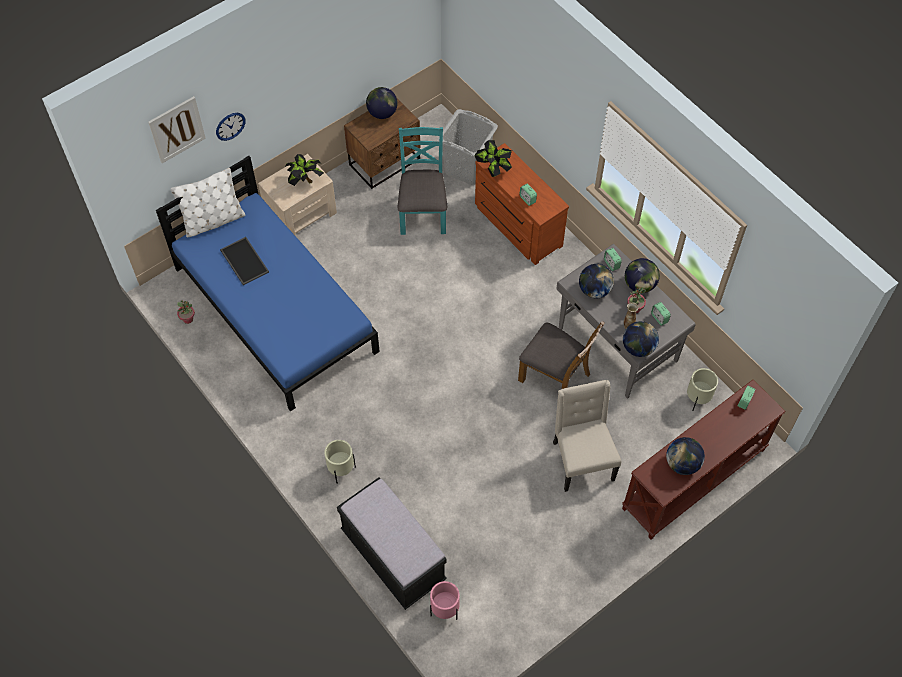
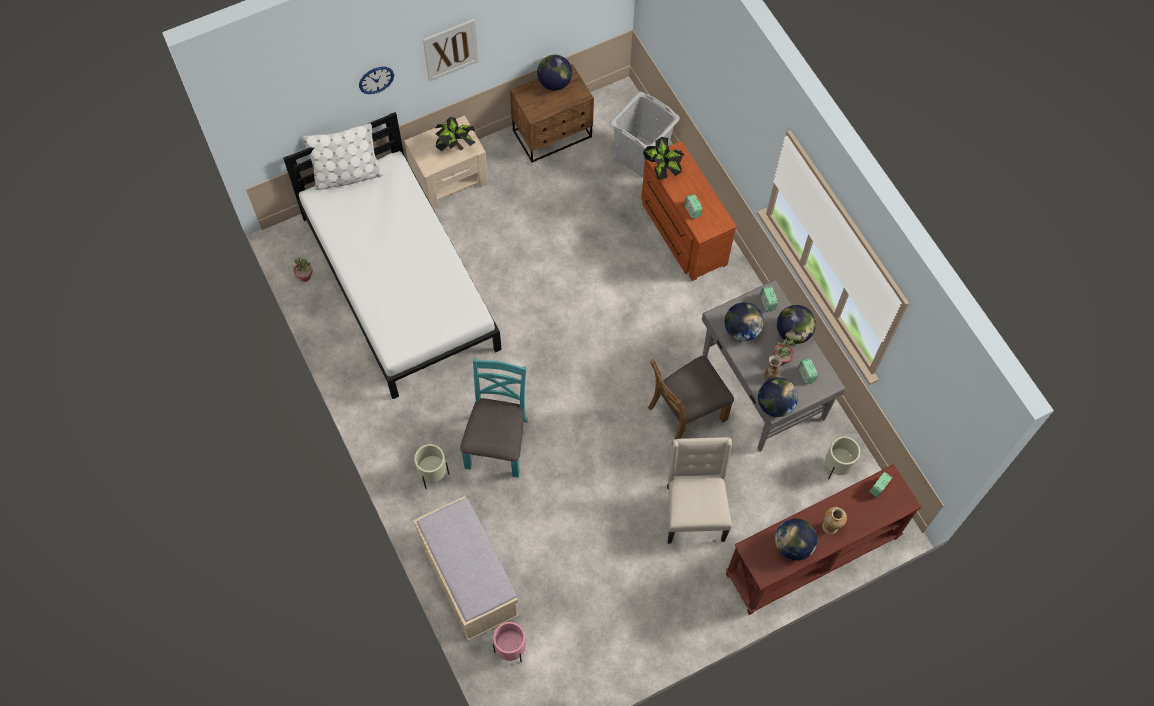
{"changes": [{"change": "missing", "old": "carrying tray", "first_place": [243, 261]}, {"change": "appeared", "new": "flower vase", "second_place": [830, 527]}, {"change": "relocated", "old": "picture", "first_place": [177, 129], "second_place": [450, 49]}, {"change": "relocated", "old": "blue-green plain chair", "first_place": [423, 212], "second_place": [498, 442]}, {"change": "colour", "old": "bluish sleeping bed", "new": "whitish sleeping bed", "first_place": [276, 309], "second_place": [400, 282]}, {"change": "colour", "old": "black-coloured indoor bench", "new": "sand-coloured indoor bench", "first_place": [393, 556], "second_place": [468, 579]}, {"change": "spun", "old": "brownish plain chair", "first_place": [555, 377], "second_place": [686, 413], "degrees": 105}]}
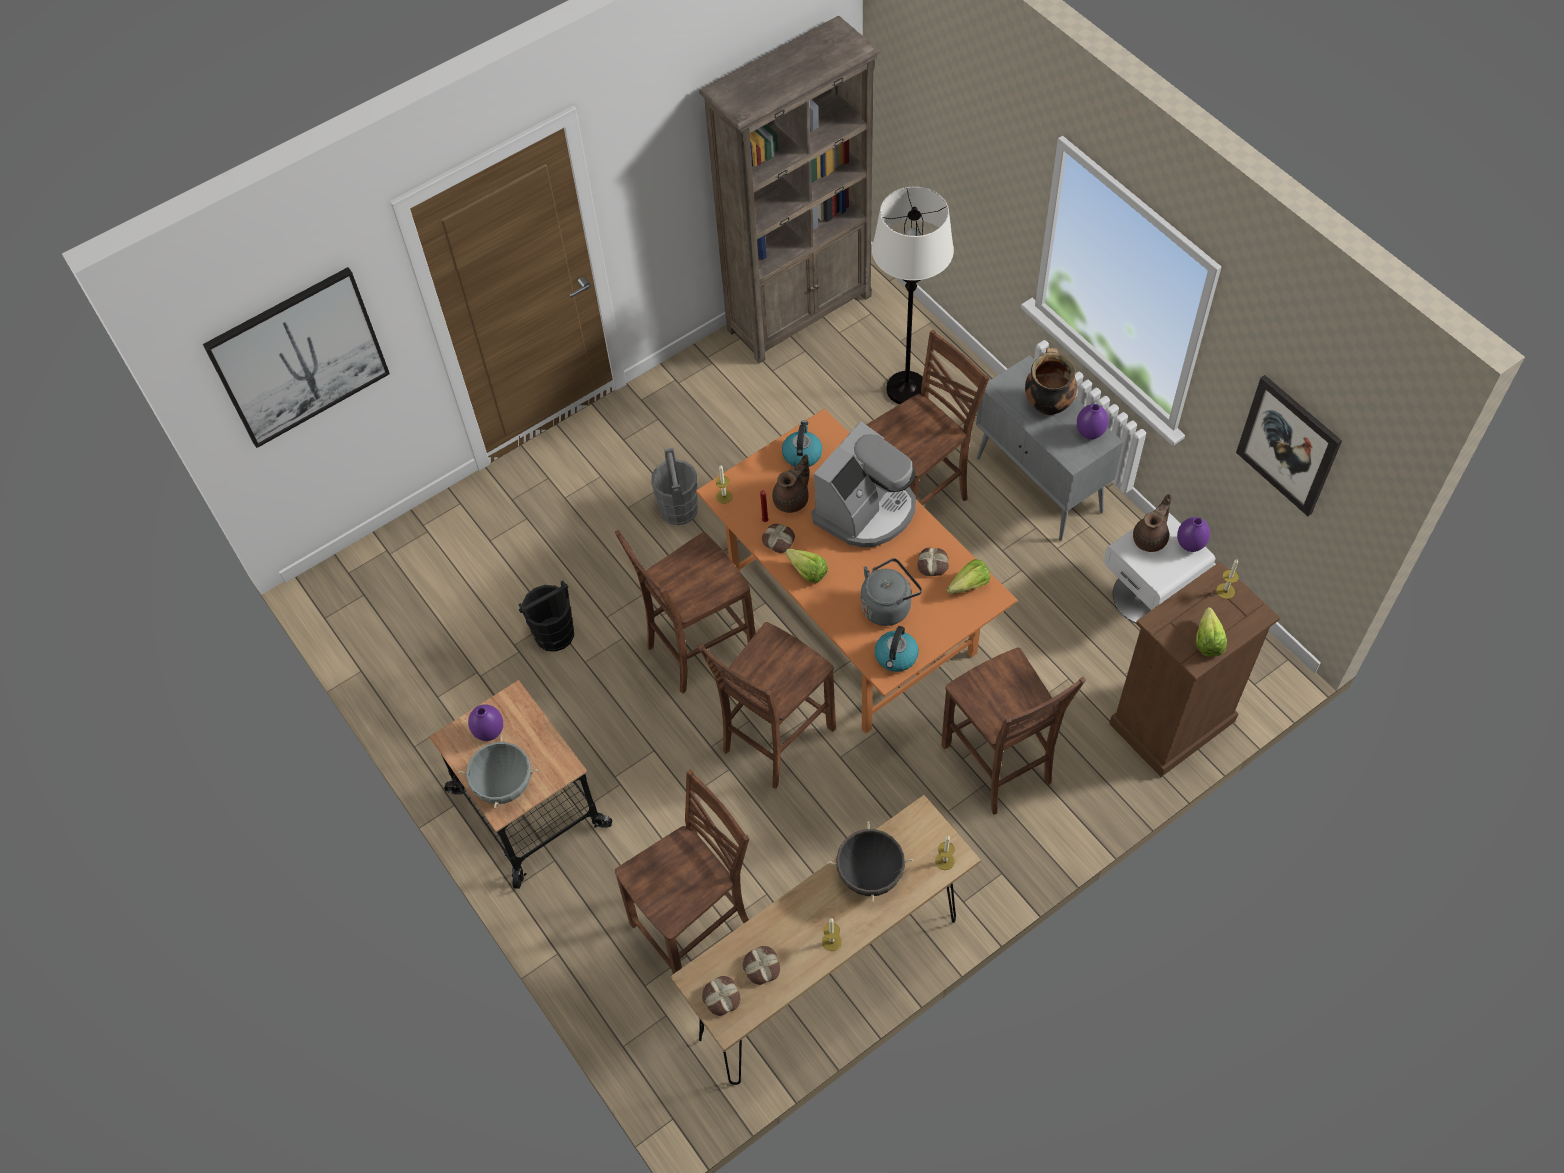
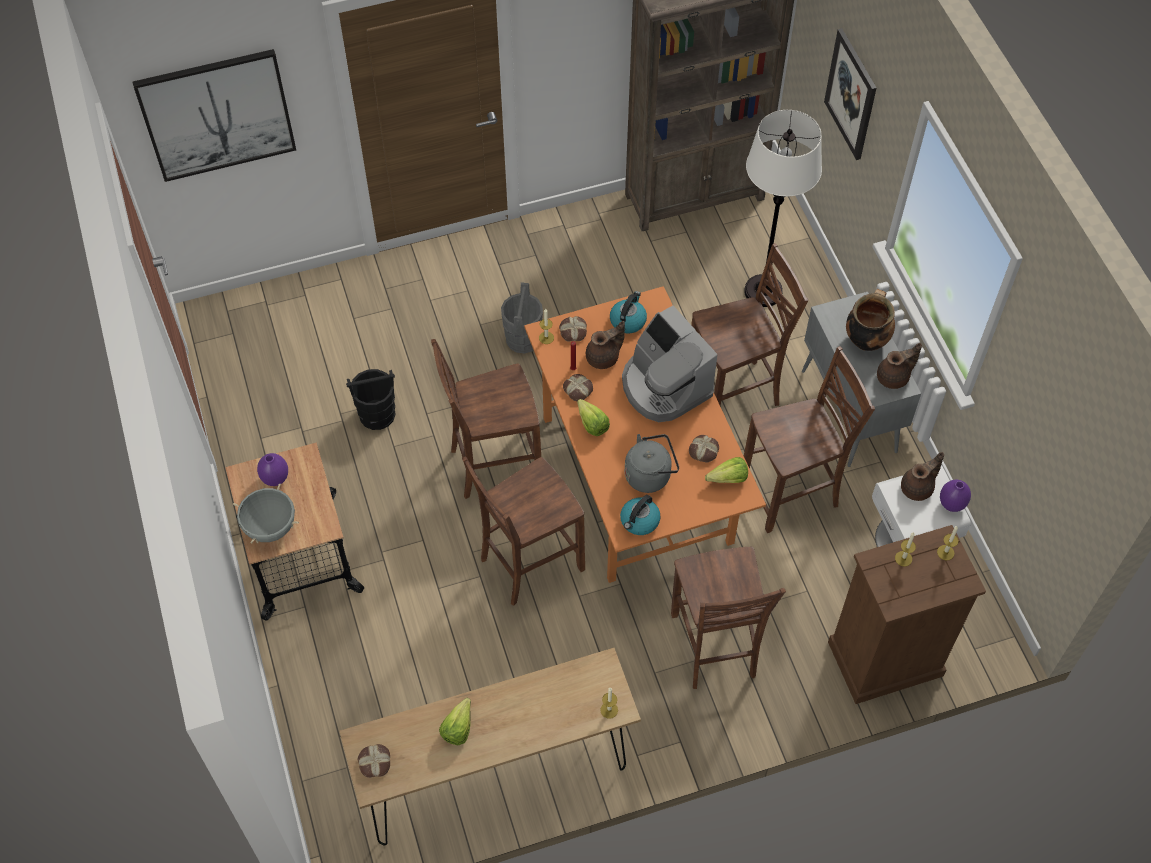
{"changes": [{"change": "missing", "old": "black-coloured saucepot", "first_place": [870, 875]}, {"change": "relocated", "old": "brownish plain chair", "first_place": [695, 926], "second_place": [792, 493]}, {"change": "relocated", "old": "bread", "first_place": [761, 967], "second_place": [572, 331]}, {"change": "relocated", "old": "wax candle", "first_place": [831, 941], "second_place": [903, 558]}, {"change": "relocated", "old": "head of lettuce", "first_place": [1208, 638], "second_place": [460, 725]}, {"change": "relocated", "old": "picture", "first_place": [1288, 445], "second_place": [851, 94]}, {"change": "exchanged", "old": "purple-coloured flower vase", "new": "brownish pot for tea", "first_place": [1090, 433], "second_place": [894, 377]}, {"change": "spun", "old": "coffee machine", "first_place": [866, 510], "second_place": [664, 386], "degrees": 90}]}
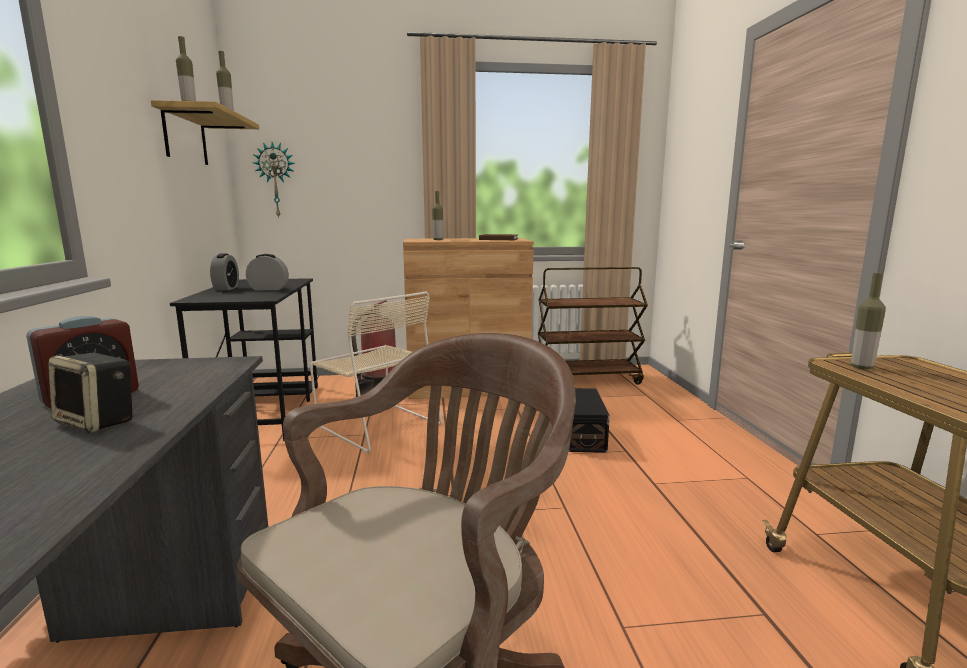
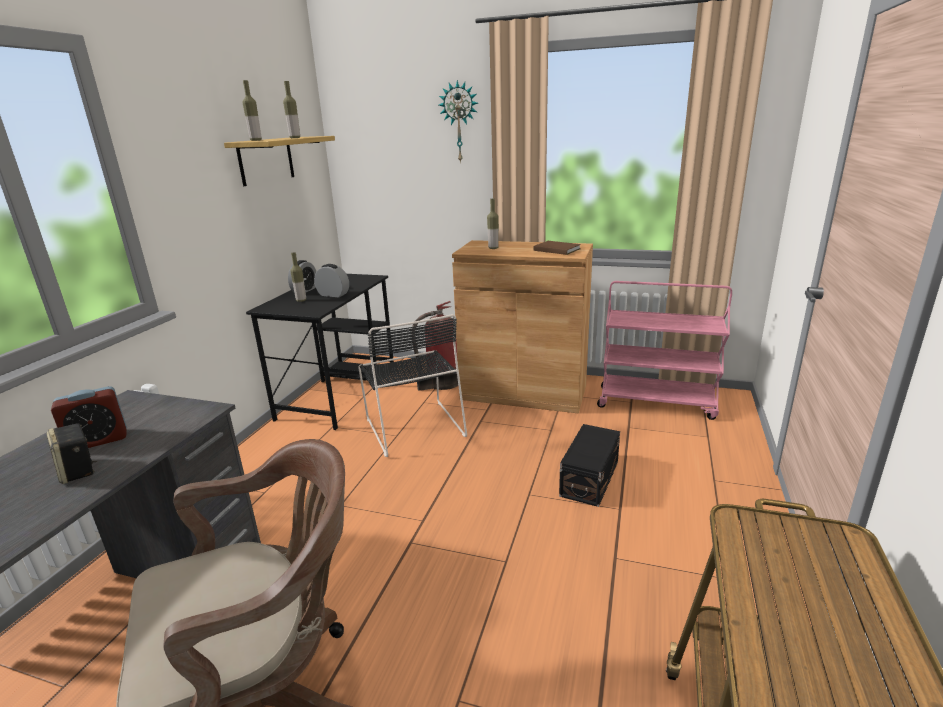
{"changes": [{"change": "relocated", "old": "wall clock", "first_place": [276, 180], "second_place": [459, 122]}, {"change": "relocated", "old": "bottle", "first_place": [861, 367], "second_place": [301, 300]}, {"change": "colour", "old": "sand-coloured plain chair", "new": "black-coloured plain chair", "first_place": [376, 424], "second_place": [414, 425]}, {"change": "colour", "old": "brownish wheeled cart", "new": "pinkish wheeled cart", "first_place": [587, 379], "second_place": [657, 402]}]}
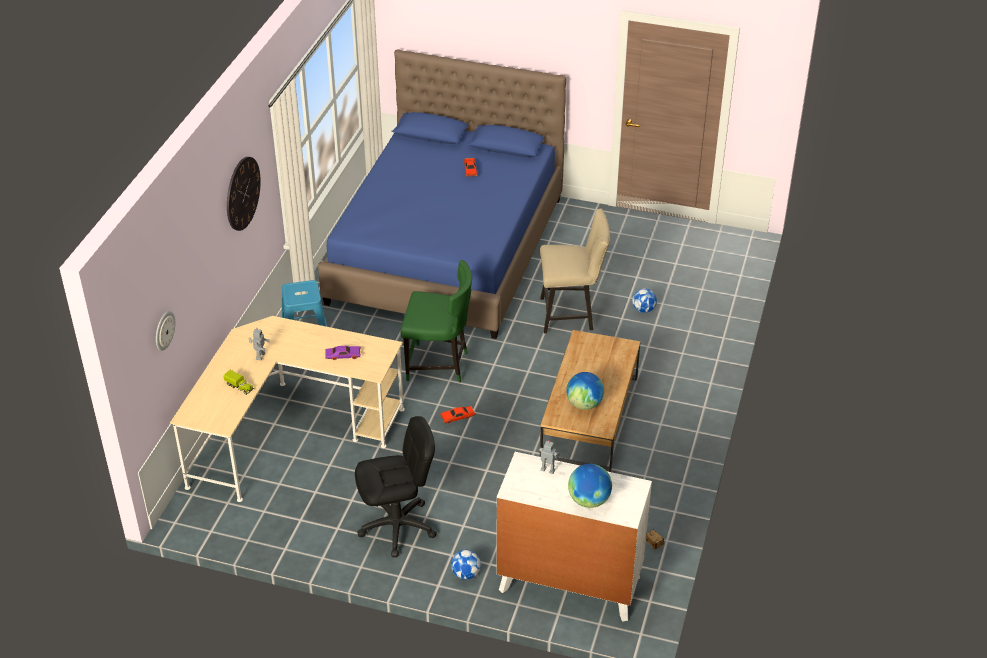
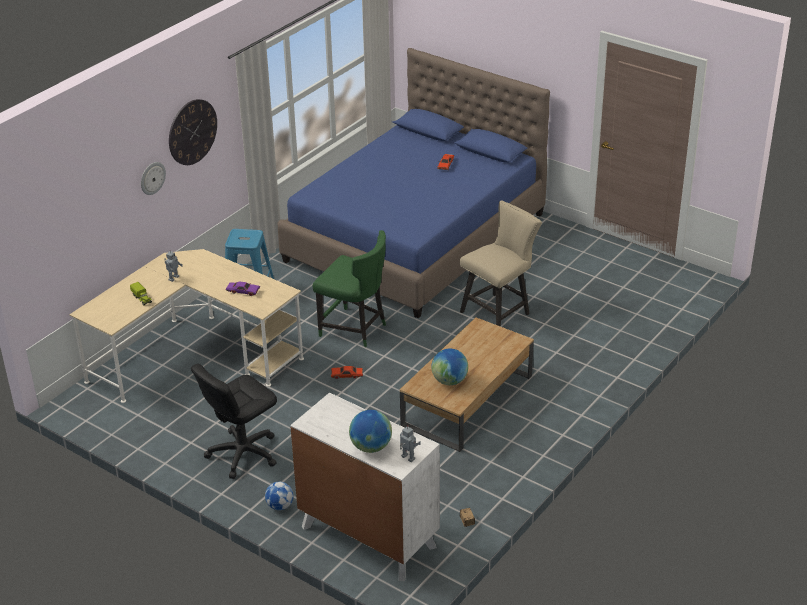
{"changes": [{"change": "missing", "old": "football", "first_place": [643, 310]}, {"change": "relocated", "old": "wall clock", "first_place": [164, 330], "second_place": [152, 178]}, {"change": "relocated", "old": "model robot", "first_place": [547, 471], "second_place": [407, 458]}, {"change": "spun", "old": "black-coloured office chair", "first_place": [397, 527], "second_place": [242, 453], "degrees": 135}, {"change": "spun", "old": "sand-coloured plain chair", "first_place": [571, 314], "second_place": [499, 311], "degrees": -60}]}
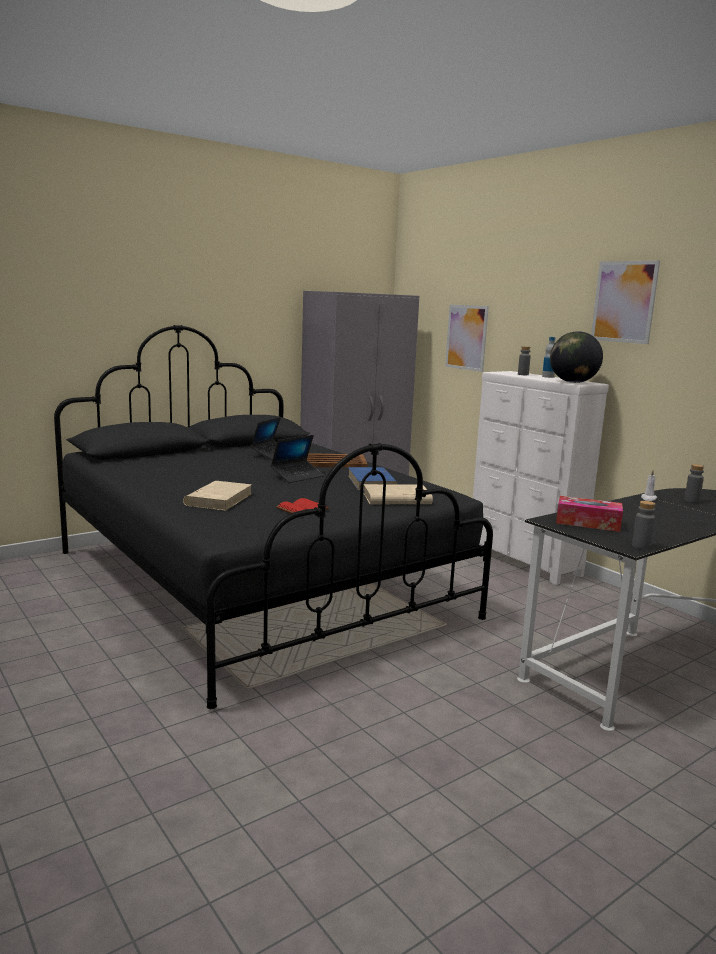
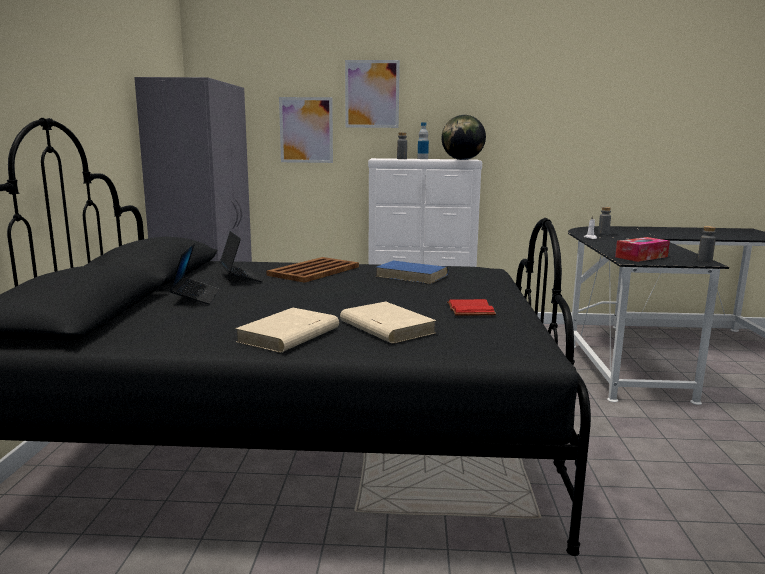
{"changes": [{"change": "relocated", "old": "laptop", "first_place": [297, 476], "second_place": [196, 297]}, {"change": "relocated", "old": "sand-coloured book", "first_place": [396, 499], "second_place": [288, 335]}, {"change": "relocated", "old": "picture", "first_place": [624, 302], "second_place": [372, 94]}]}
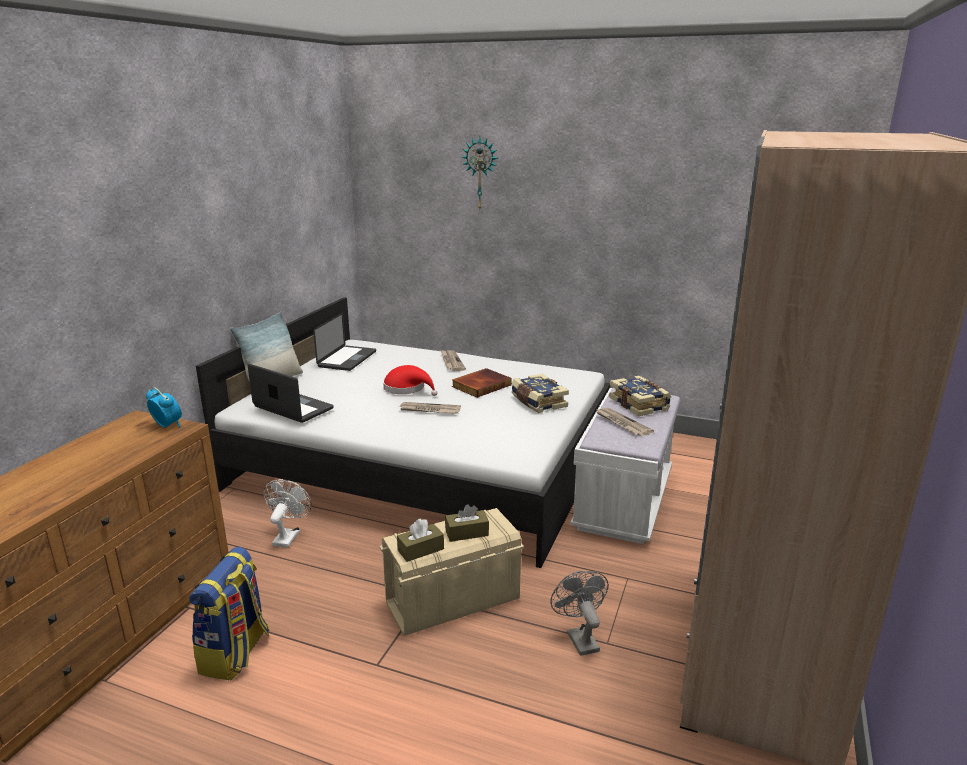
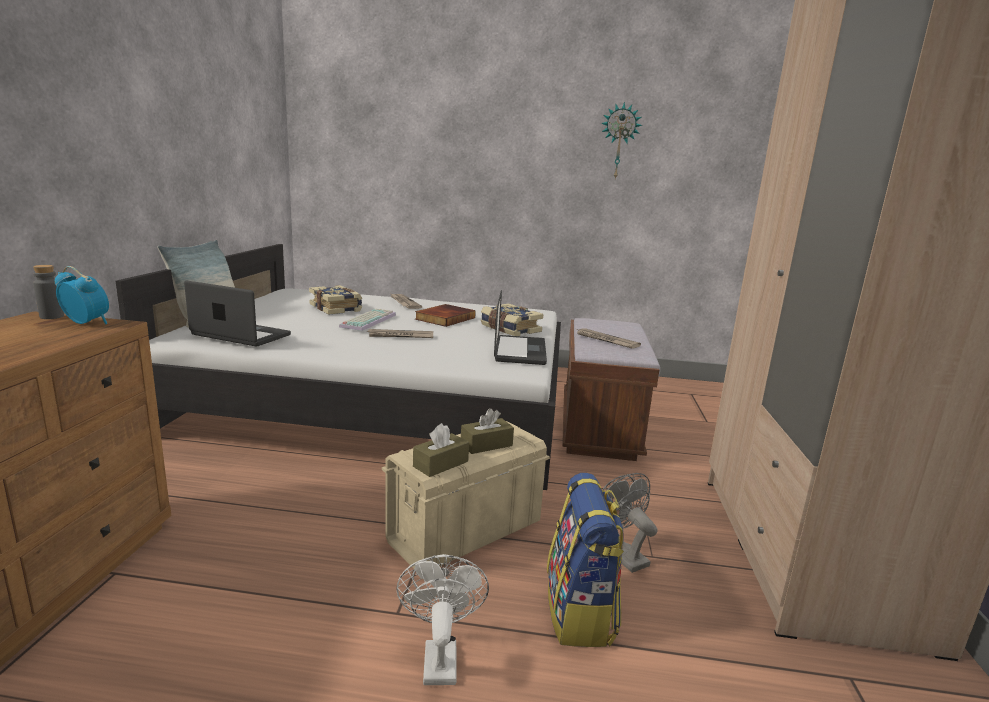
{"changes": [{"change": "appeared", "new": "gray bottle", "second_place": [52, 317]}, {"change": "relocated", "old": "backpack", "first_place": [235, 653], "second_place": [580, 613]}, {"change": "relocated", "old": "whitish electric fan", "first_place": [288, 536], "second_place": [439, 656]}, {"change": "relocated", "old": "laptop", "first_place": [347, 359], "second_place": [520, 351]}, {"change": "relocated", "old": "wall clock", "first_place": [480, 173], "second_place": [619, 141]}, {"change": "relocated", "old": "book", "first_place": [639, 404], "second_place": [336, 308]}, {"change": "exchanged", "old": "red clothing hat", "new": "PC keyboard", "first_place": [407, 388], "second_place": [368, 320]}, {"change": "colour", "old": "whitish indoor bench", "new": "brownish indoor bench", "first_place": [623, 501], "second_place": [598, 426]}]}
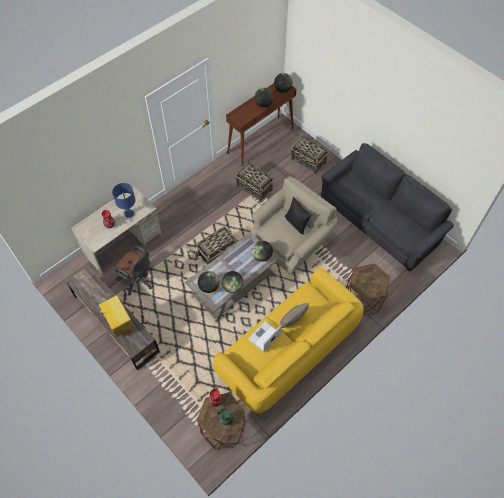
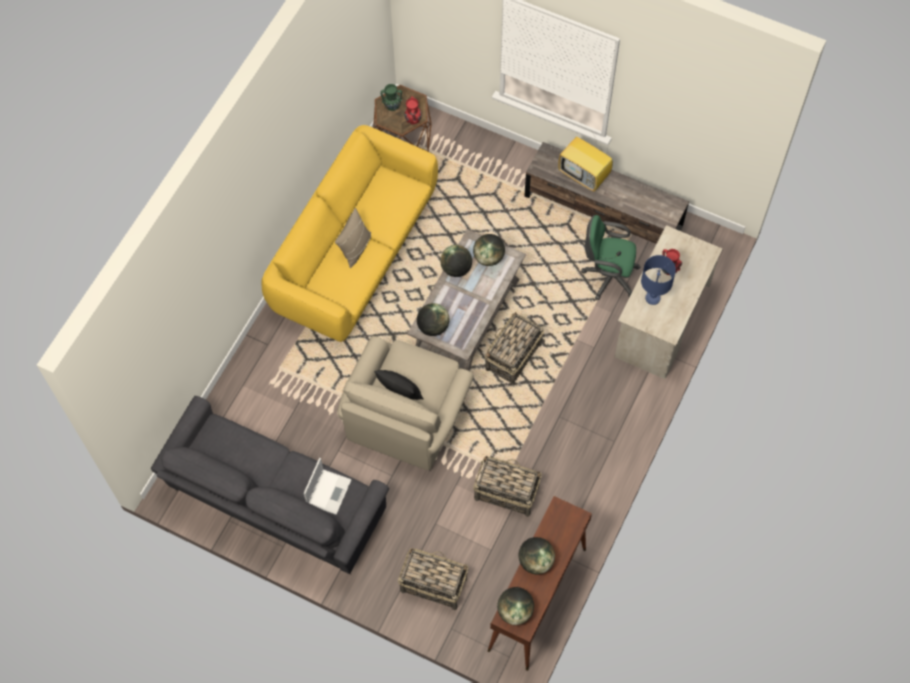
{"changes": [{"change": "missing", "old": "brownish accent table", "first_place": [363, 299]}, {"change": "relocated", "old": "laptop", "first_place": [264, 337], "second_place": [329, 491]}, {"change": "colour", "old": "brownish office chair", "new": "greenish office chair", "first_place": [138, 280], "second_place": [607, 276]}]}
